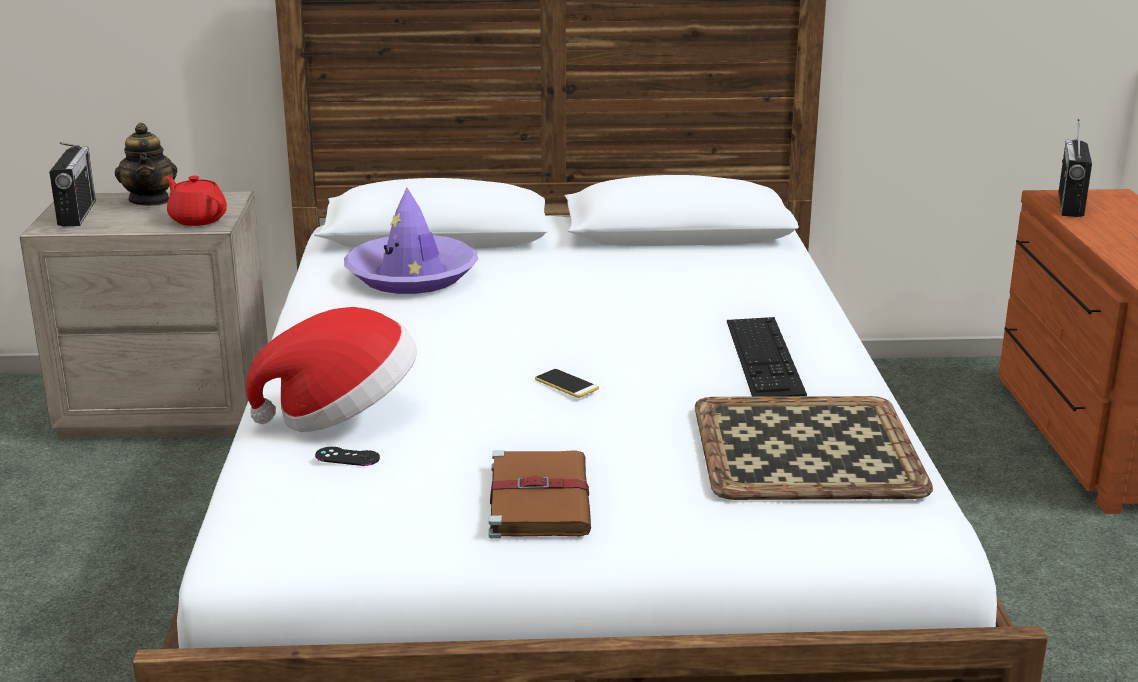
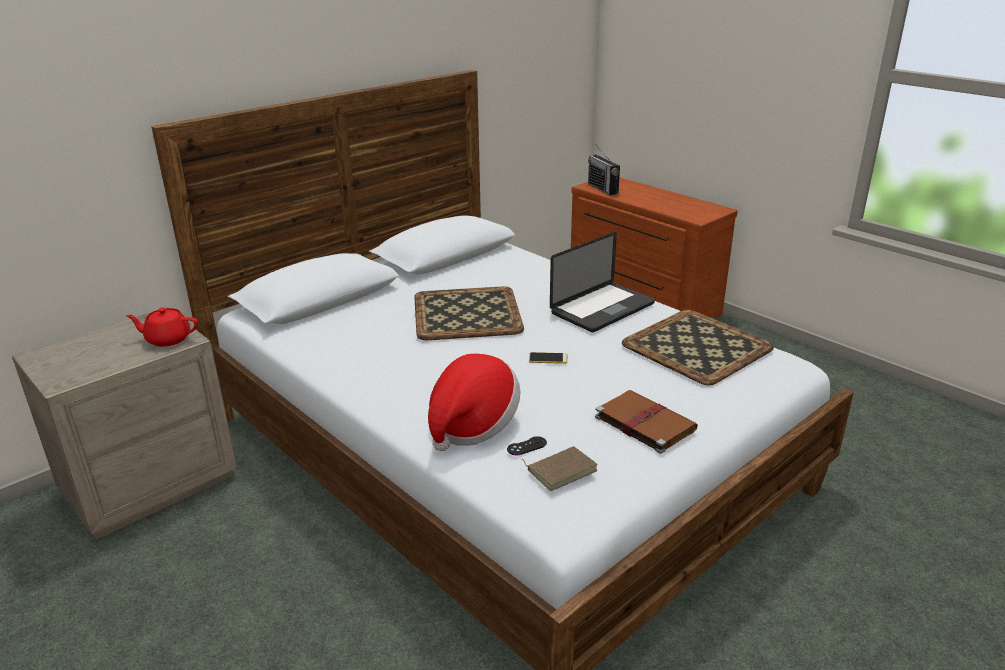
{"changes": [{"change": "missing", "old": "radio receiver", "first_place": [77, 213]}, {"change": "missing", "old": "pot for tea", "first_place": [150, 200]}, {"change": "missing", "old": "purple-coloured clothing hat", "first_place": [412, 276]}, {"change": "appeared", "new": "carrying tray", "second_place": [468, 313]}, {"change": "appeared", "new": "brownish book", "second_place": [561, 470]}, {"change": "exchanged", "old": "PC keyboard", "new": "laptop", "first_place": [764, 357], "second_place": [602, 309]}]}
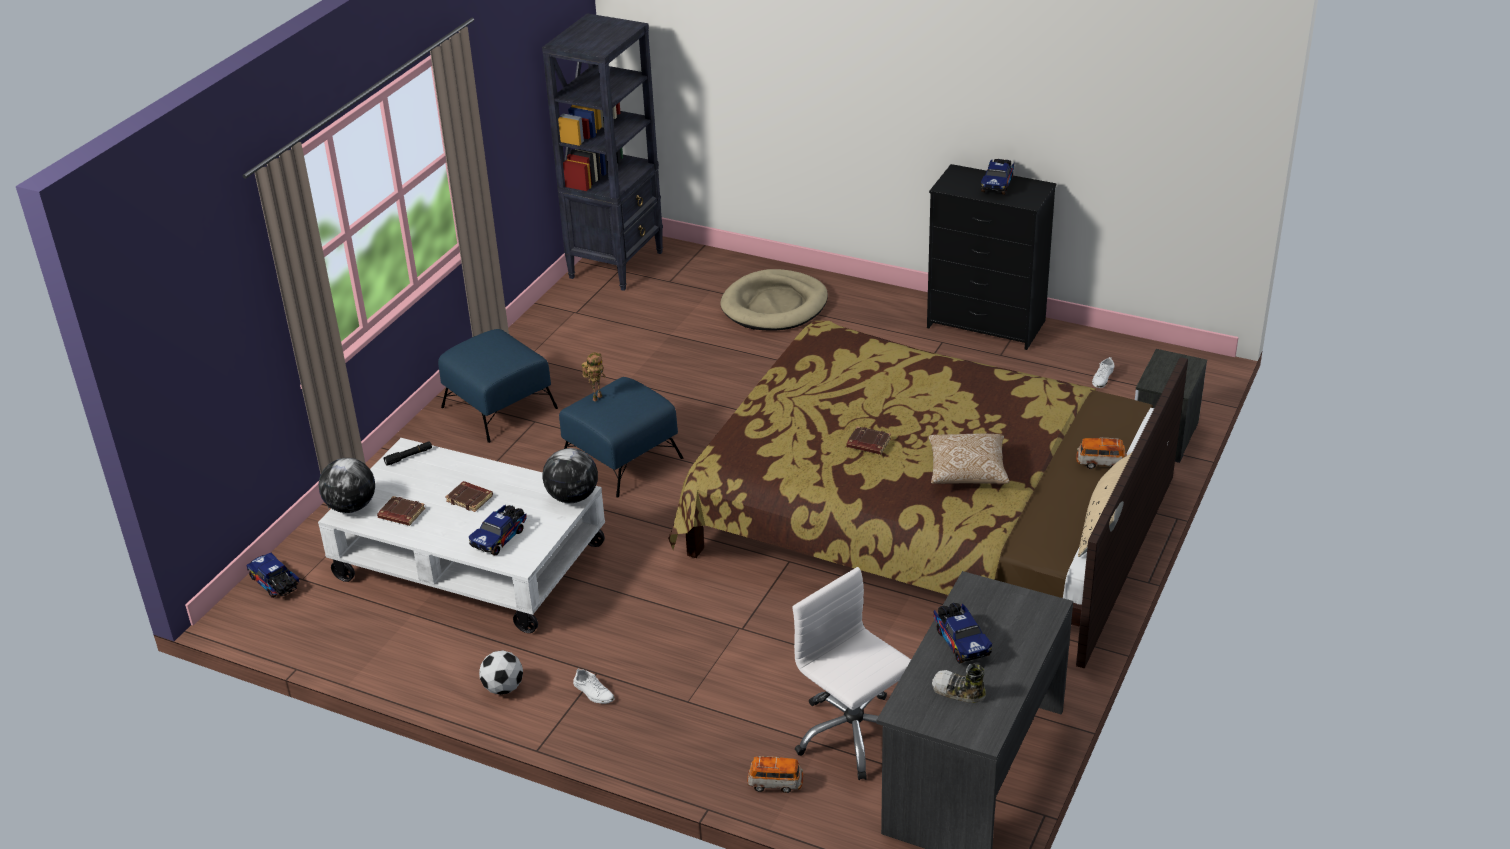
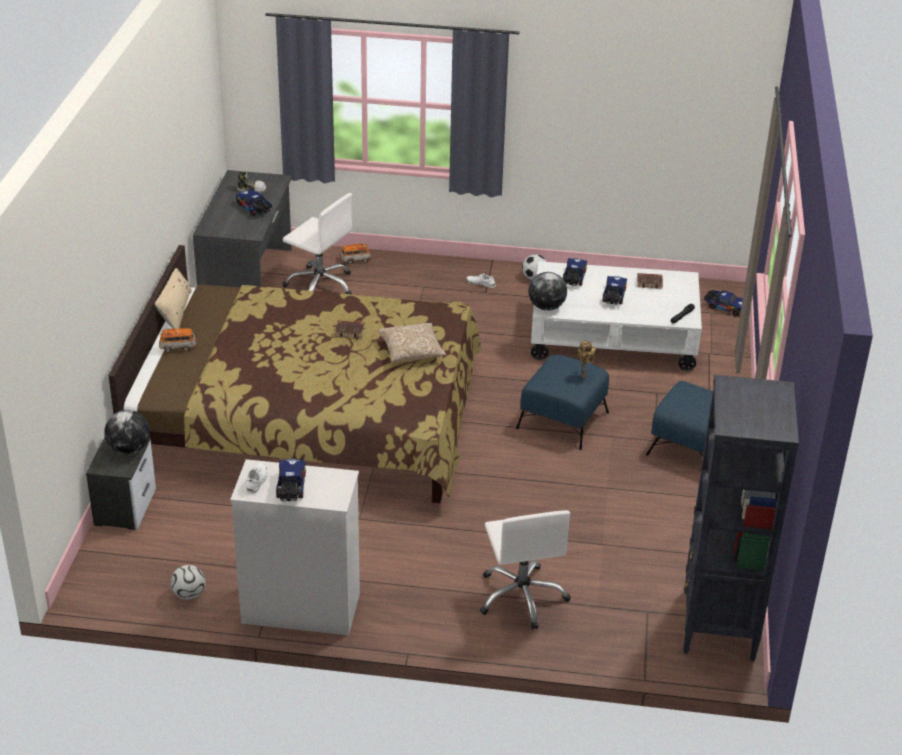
{"changes": [{"change": "appeared", "new": "football", "second_place": [189, 594]}, {"change": "relocated", "old": "globe", "first_place": [351, 506], "second_place": [129, 449]}, {"change": "relocated", "old": "throw pillow", "first_place": [967, 471], "second_place": [411, 352]}, {"change": "relocated", "old": "whitish item of footwear", "first_place": [1102, 378], "second_place": [257, 480]}, {"change": "exchanged", "old": "brownish book", "new": "toy lorry", "first_place": [470, 499], "second_place": [613, 297]}, {"change": "exchanged", "old": "sand-coloured dog bed", "new": "whitish office chair", "first_place": [774, 305], "second_place": [522, 597]}, {"change": "colour", "old": "black-coloured dresser", "new": "whitish dresser", "first_place": [987, 324], "second_place": [300, 608]}]}
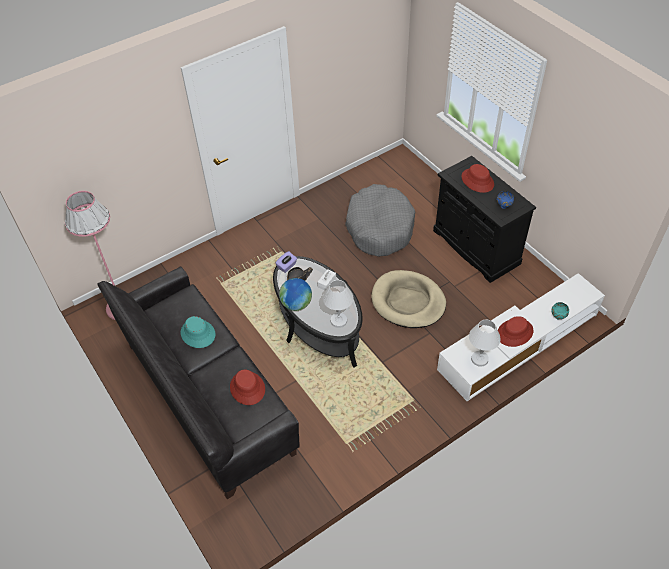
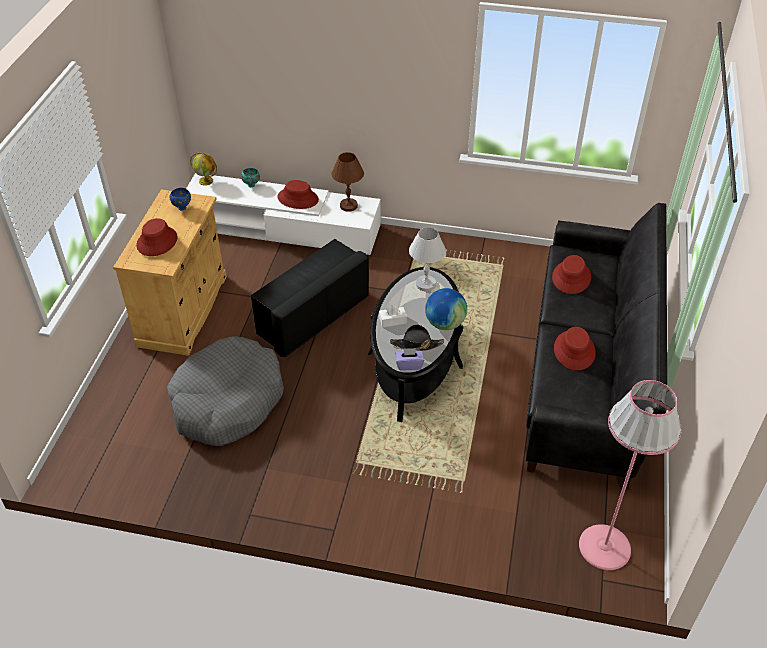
{"changes": [{"change": "appeared", "new": "globe", "second_place": [206, 181]}, {"change": "exchanged", "old": "sand-coloured dog bed", "new": "black-coloured pouffe", "first_place": [408, 301], "second_place": [313, 316]}, {"change": "colour", "old": "blue-green clothing hat", "new": "red clothing hat", "first_place": [198, 334], "second_place": [574, 351]}, {"change": "colour", "old": "black-coloured storage cabinet", "new": "sand-coloured storage cabinet", "first_place": [475, 247], "second_place": [183, 310]}, {"change": "colour", "old": "whitish table lamp", "new": "brownish table lamp", "first_place": [479, 359], "second_place": [348, 206]}]}
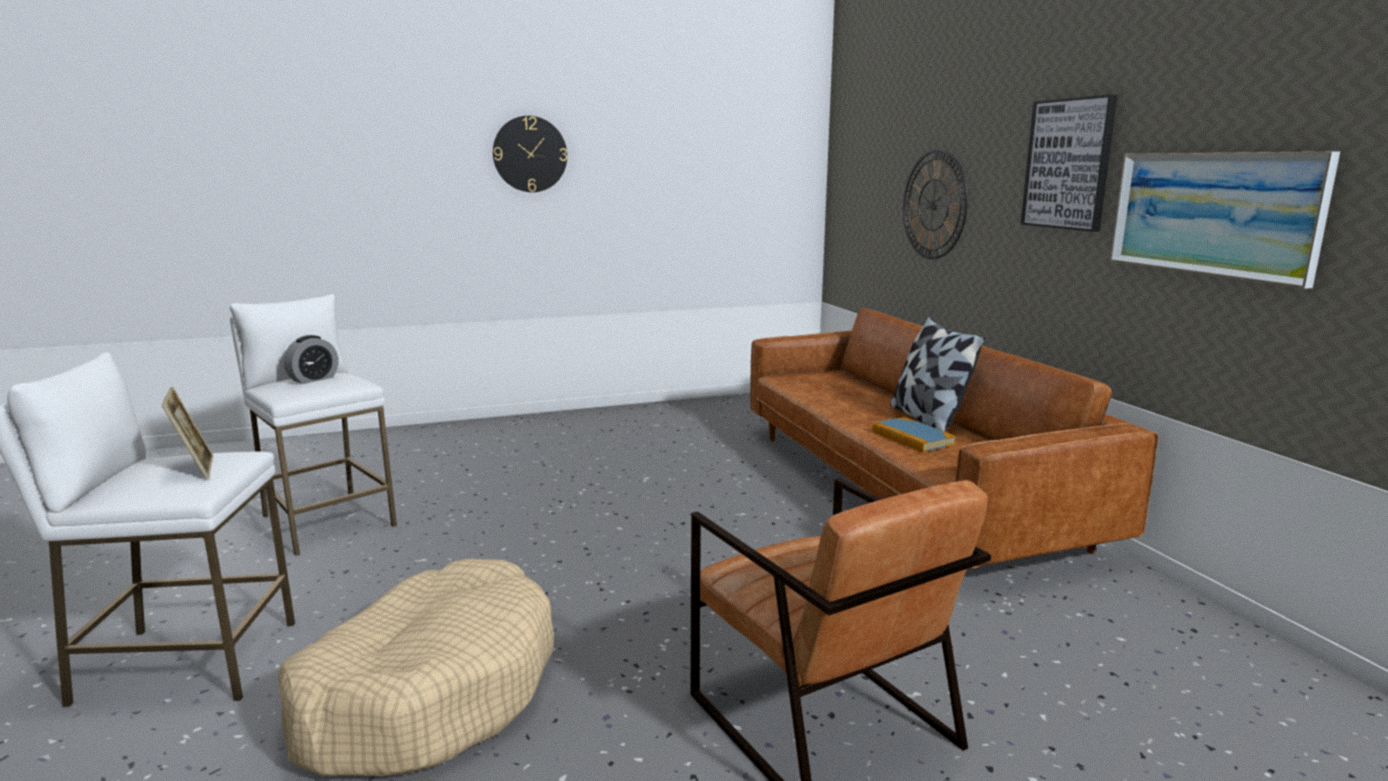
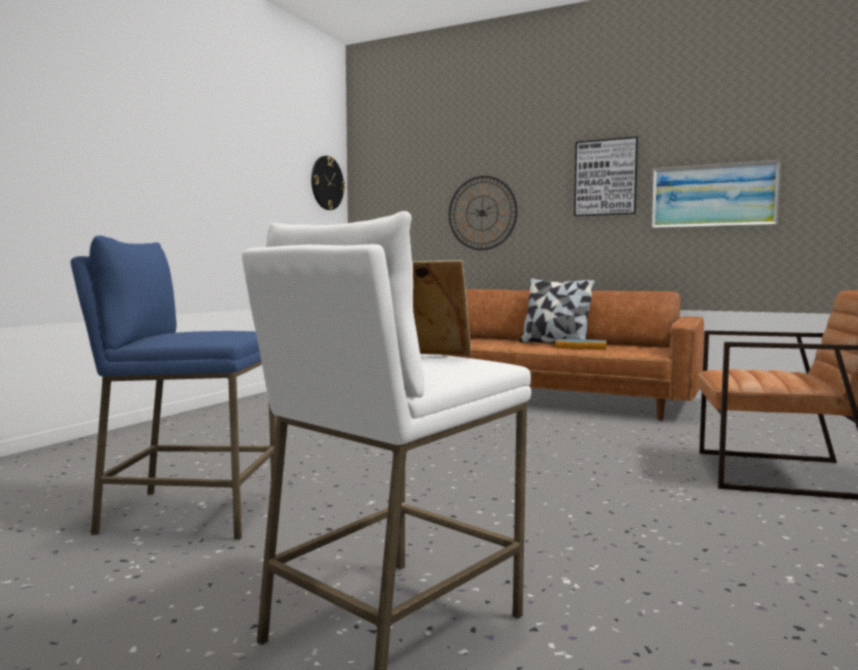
{"changes": [{"change": "missing", "old": "sand-coloured dog bed", "first_place": [429, 691]}, {"change": "missing", "old": "table clock", "first_place": [313, 379]}, {"change": "relocated", "old": "wall clock", "first_place": [530, 154], "second_place": [327, 183]}, {"change": "colour", "old": "whitish stool seat", "new": "bluish stool seat", "first_place": [327, 521], "second_place": [190, 514]}]}
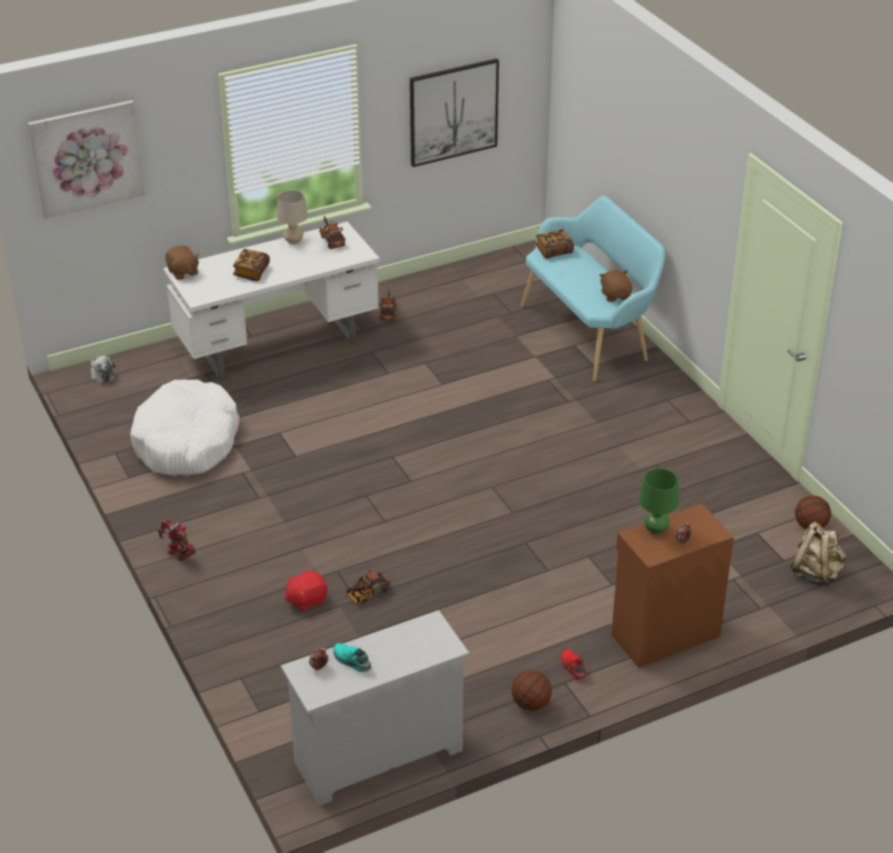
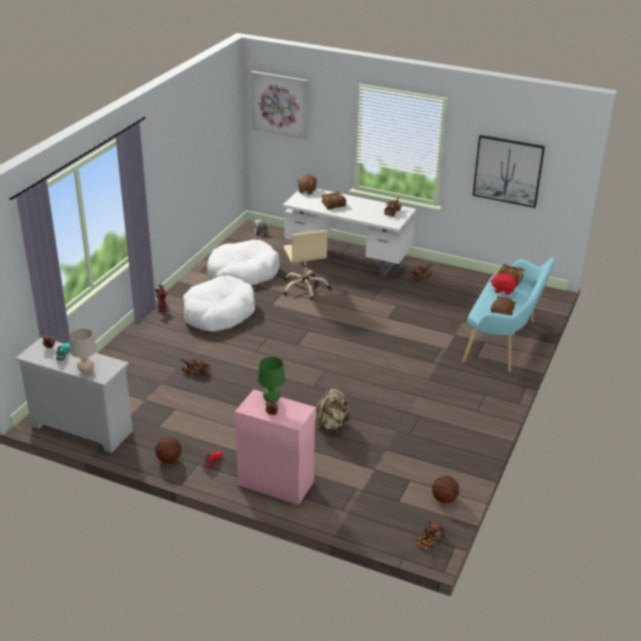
{"changes": [{"change": "appeared", "new": "whitish dog bed", "second_place": [218, 313]}, {"change": "appeared", "new": "sand-coloured office chair", "second_place": [305, 287]}, {"change": "appeared", "new": "toy lorry", "second_place": [429, 541]}, {"change": "relocated", "old": "sand-coloured table lamp", "first_place": [294, 241], "second_place": [86, 370]}, {"change": "relocated", "old": "red cuddly toy", "first_place": [306, 600], "second_place": [503, 290]}, {"change": "relocated", "old": "sand-coloured backpack", "first_place": [816, 574], "second_place": [332, 425]}, {"change": "colour", "old": "brownish storage cabinet", "new": "pinkish storage cabinet", "first_place": [664, 635], "second_place": [276, 482]}]}
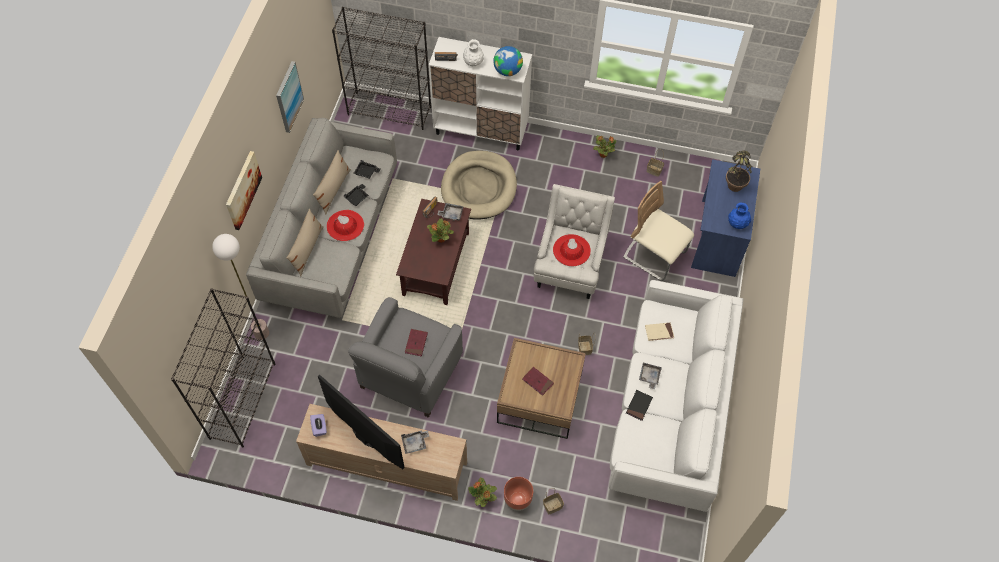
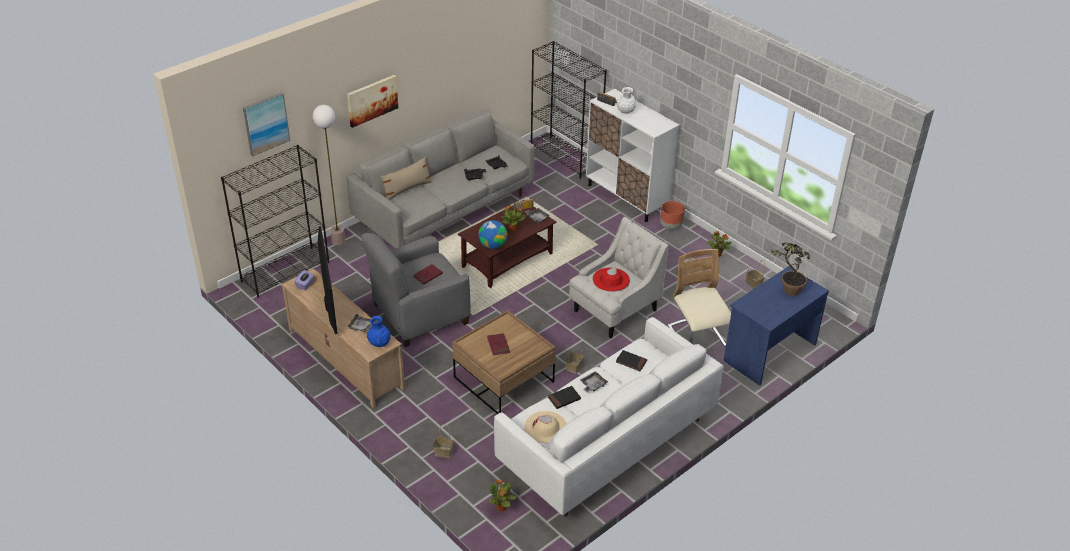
{"changes": [{"change": "missing", "old": "sand-coloured throw pillow", "first_place": [333, 190]}, {"change": "missing", "old": "red clothing hat", "first_place": [345, 225]}, {"change": "missing", "old": "sand-coloured dog bed", "first_place": [479, 187]}, {"change": "appeared", "new": "sand-coloured clothing hat", "second_place": [546, 427]}, {"change": "relocated", "old": "picture", "first_place": [288, 97], "second_place": [266, 123]}, {"change": "relocated", "old": "houseplant", "first_place": [483, 499], "second_place": [501, 508]}, {"change": "relocated", "old": "globe", "first_place": [507, 71], "second_place": [493, 245]}, {"change": "relocated", "old": "brownish planter", "first_place": [518, 500], "second_place": [671, 226]}, {"change": "relocated", "old": "bluish flower vase", "first_place": [737, 224], "second_place": [379, 344]}, {"change": "colour", "old": "sand-coloured book", "new": "black-coloured book", "first_place": [659, 332], "second_place": [631, 362]}]}
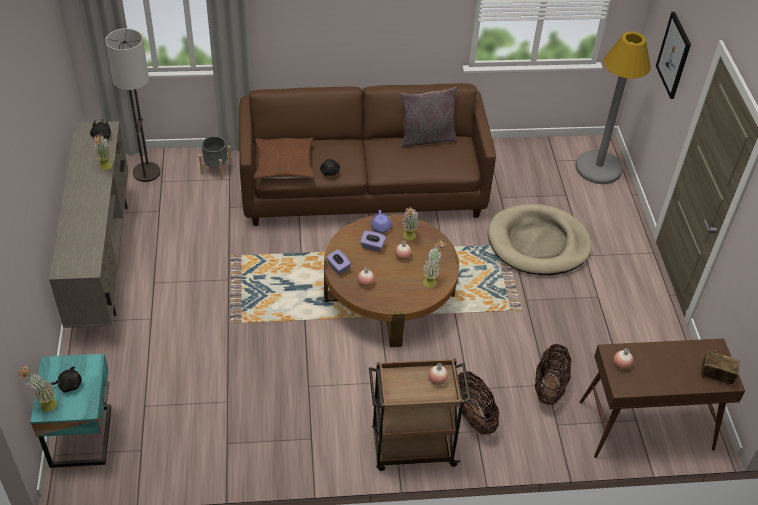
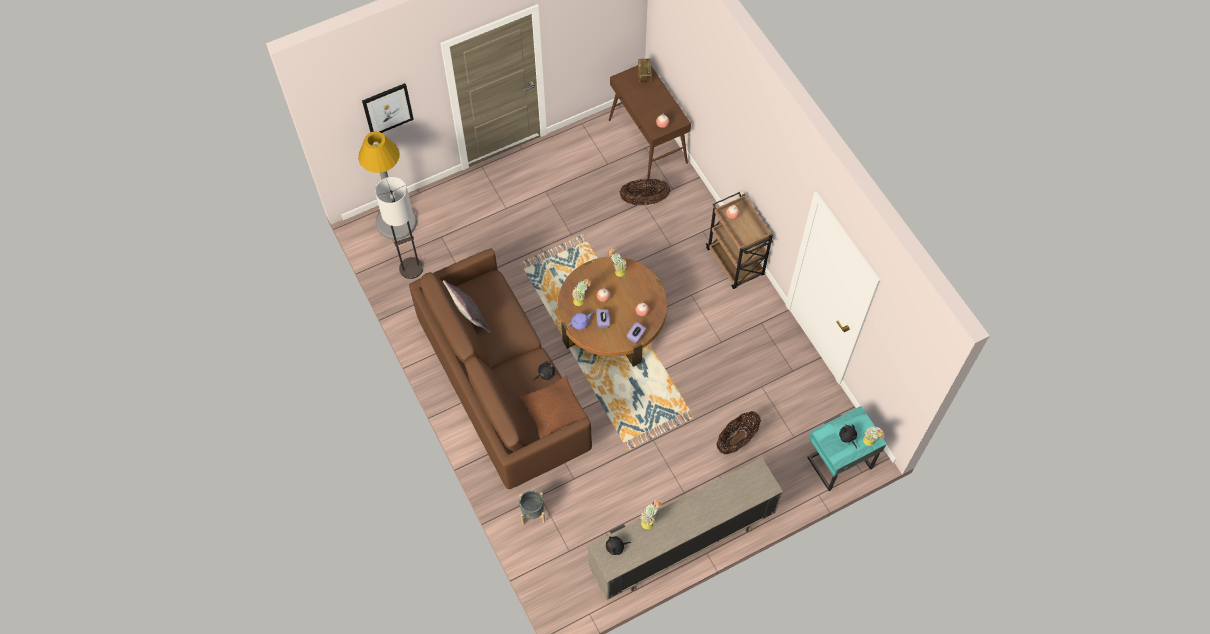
{"changes": [{"change": "missing", "old": "sand-coloured dog bed", "first_place": [538, 243]}, {"change": "relocated", "old": "standard lamp", "first_place": [146, 172], "second_place": [411, 268]}, {"change": "relocated", "old": "storage basket", "first_place": [474, 415], "second_place": [737, 439]}]}
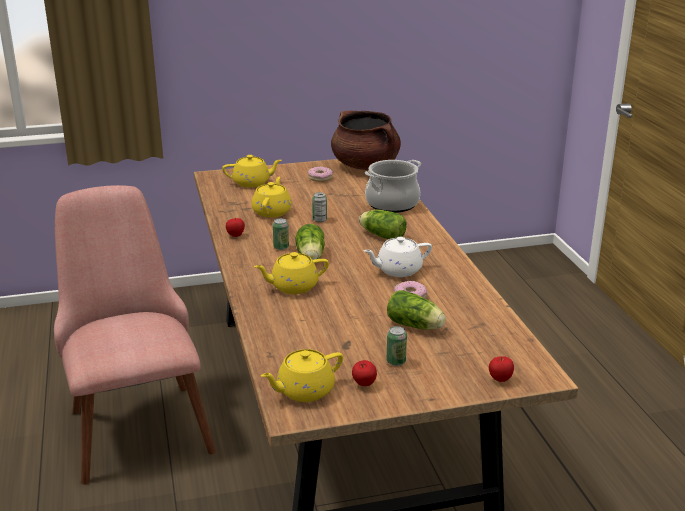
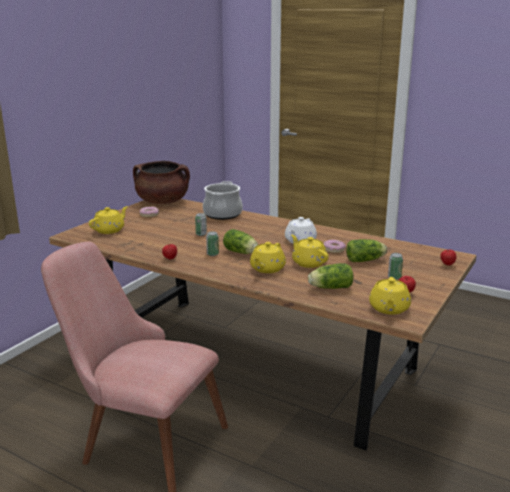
{"changes": [{"change": "relocated", "old": "yellow-coloured pot for tea", "first_place": [272, 211], "second_place": [308, 262]}, {"change": "relocated", "old": "head of lettuce", "first_place": [381, 235], "second_place": [329, 288]}]}
